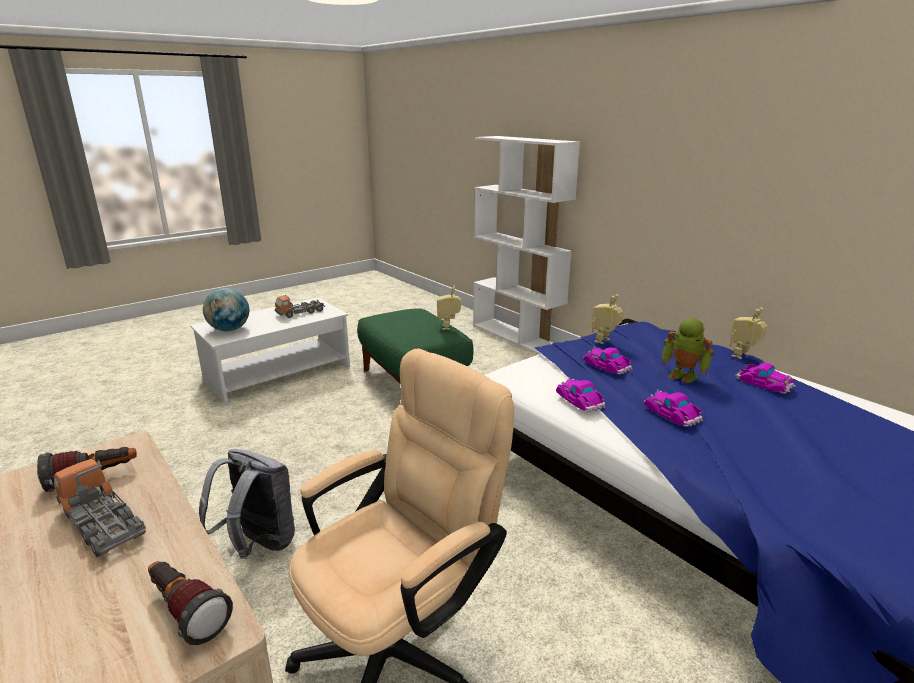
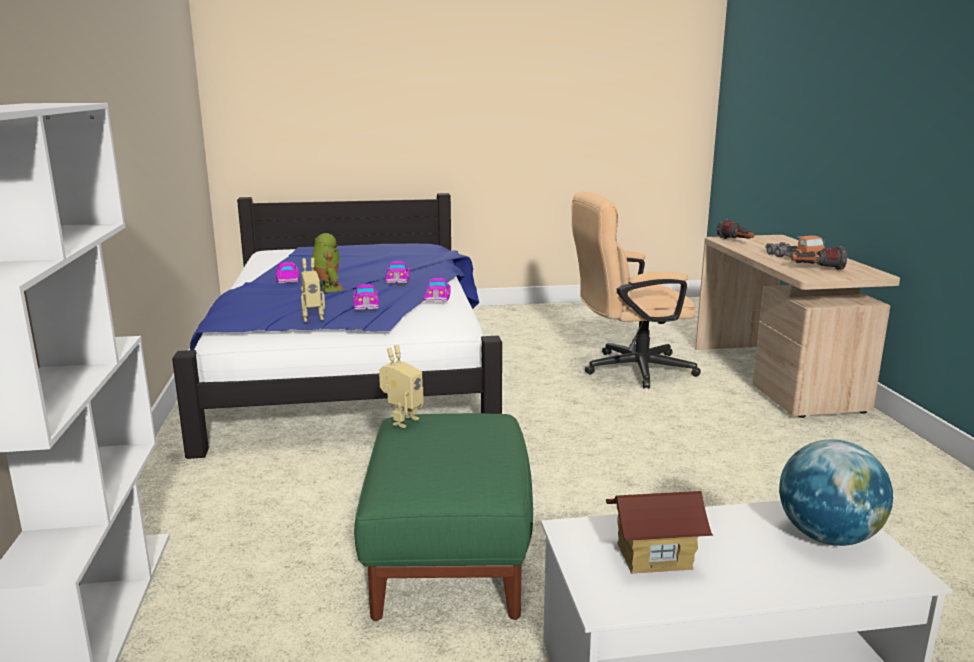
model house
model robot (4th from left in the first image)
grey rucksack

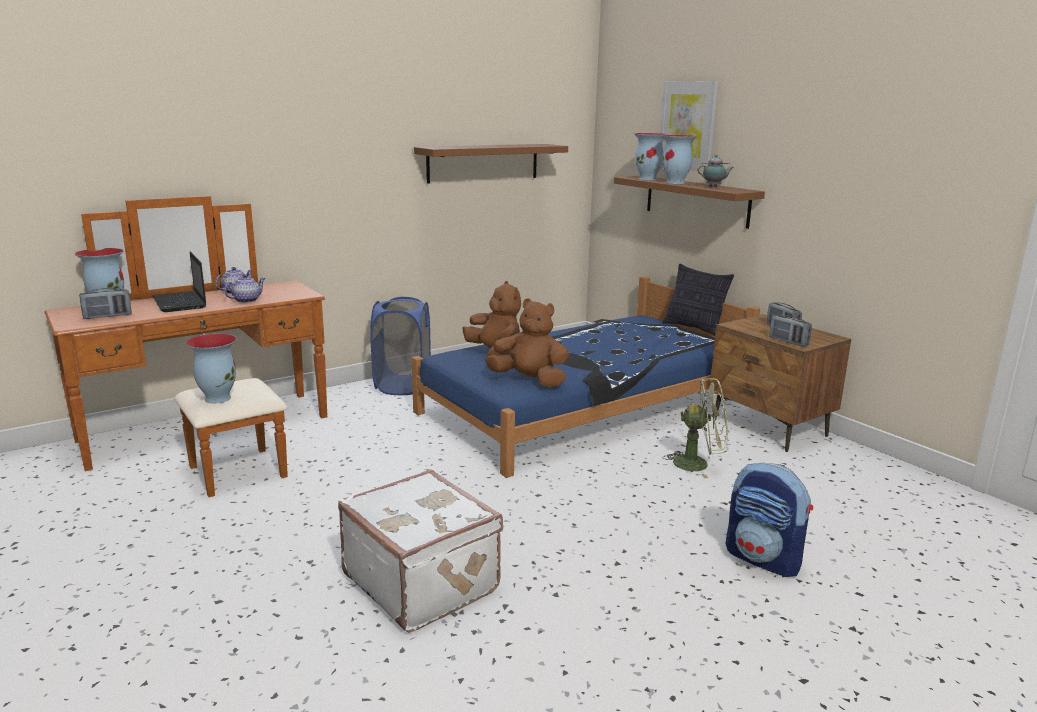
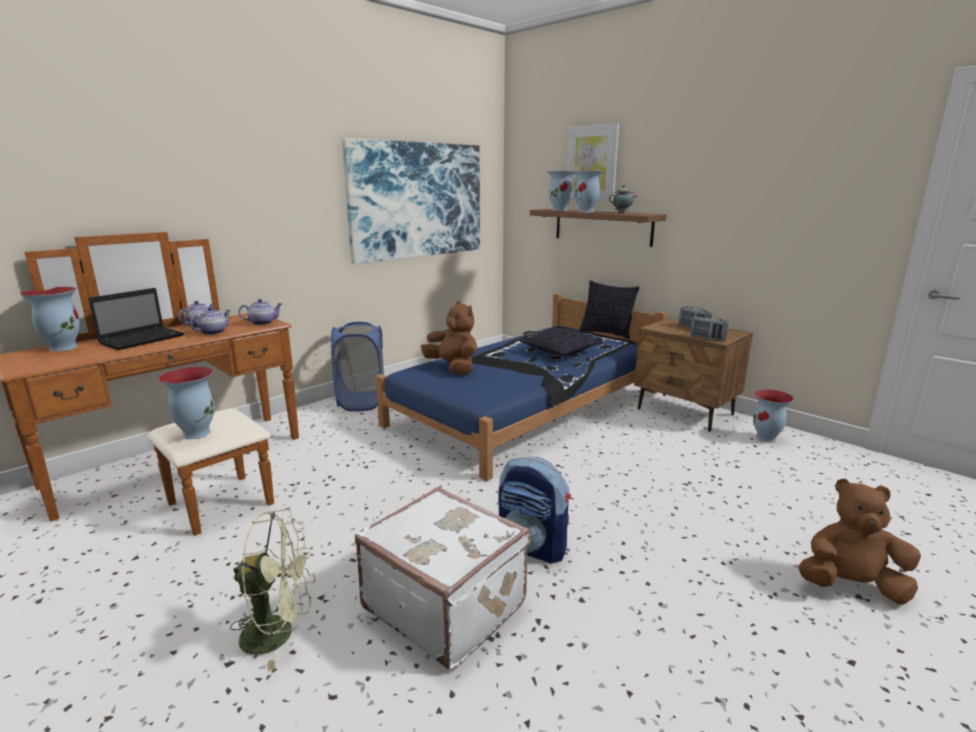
wall art (1st from left)
portable computer
radio receiver (1st from left in the first image)
brownish plush toy (2nd from left)
greenish electric fan
rucksack
tea pot (3rd from left)
pillow (1st from left)
vase (5th from left)

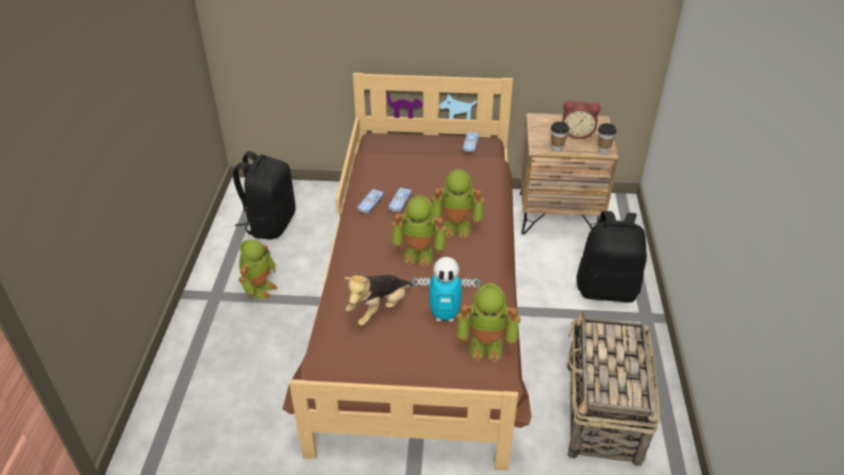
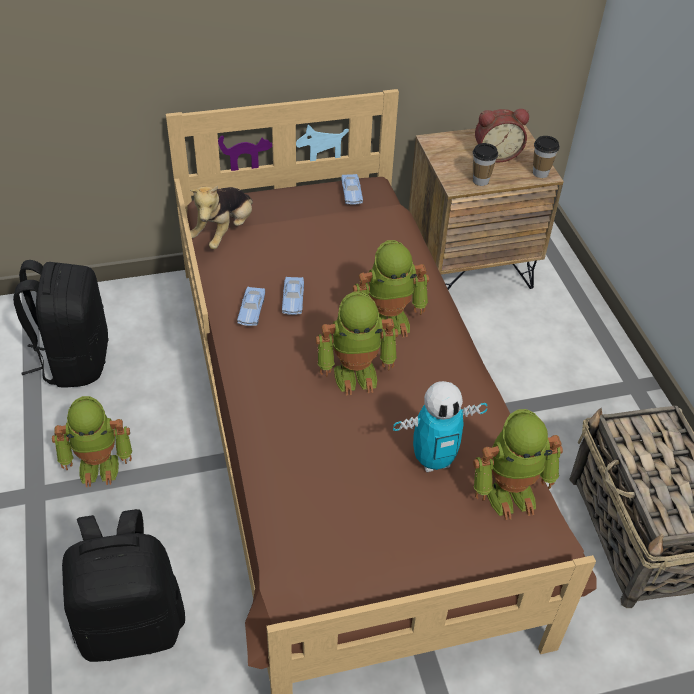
black rucksack (2nd from left)
model robot (1st from left)
plush toy

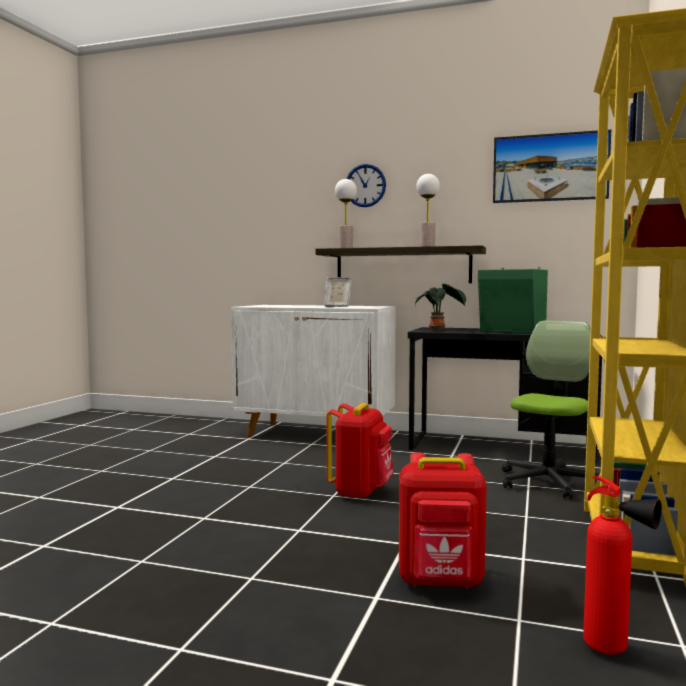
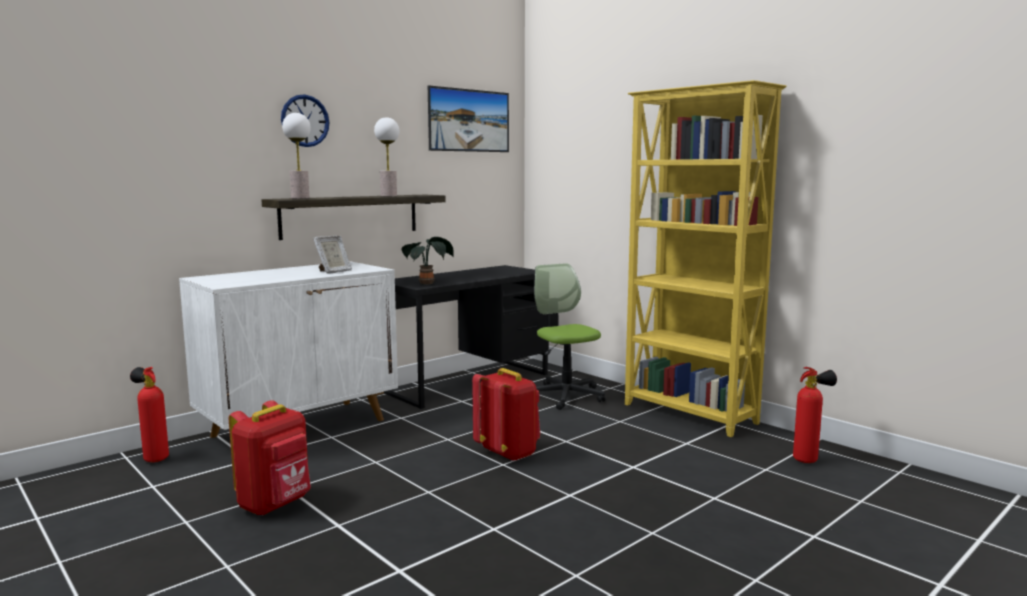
greenish speaker
red-coloured rucksack (1st from left)
extinguisher (1st from left)

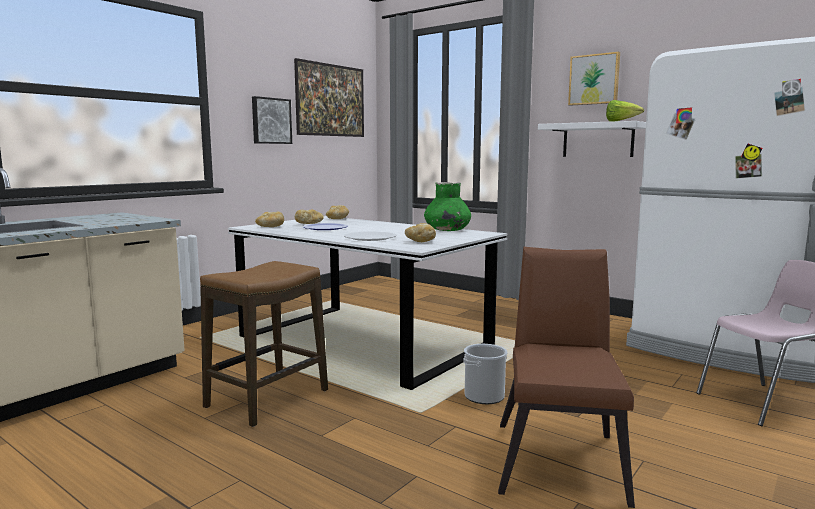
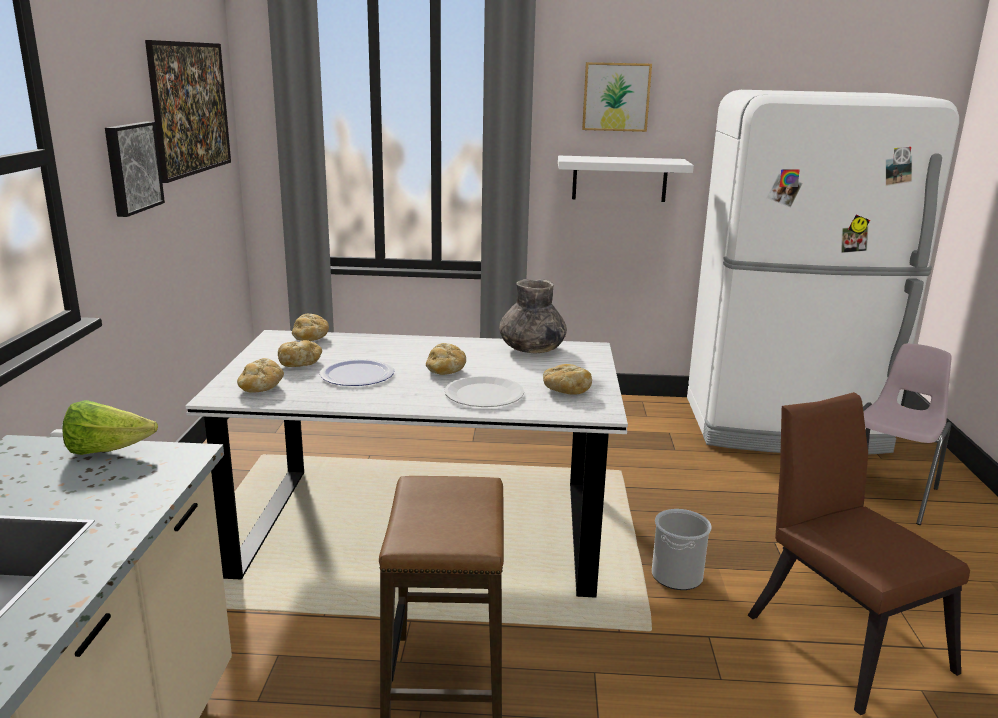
lettuce
grey vase
baked bread (4th from left)

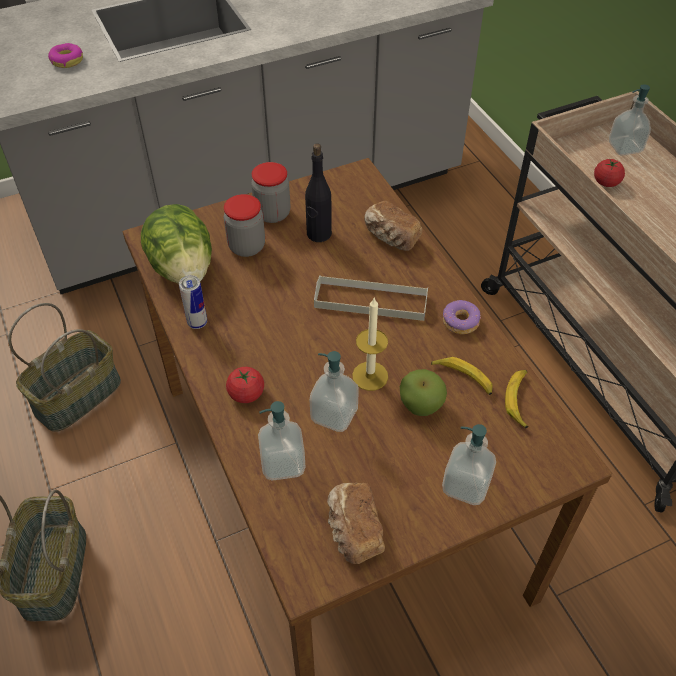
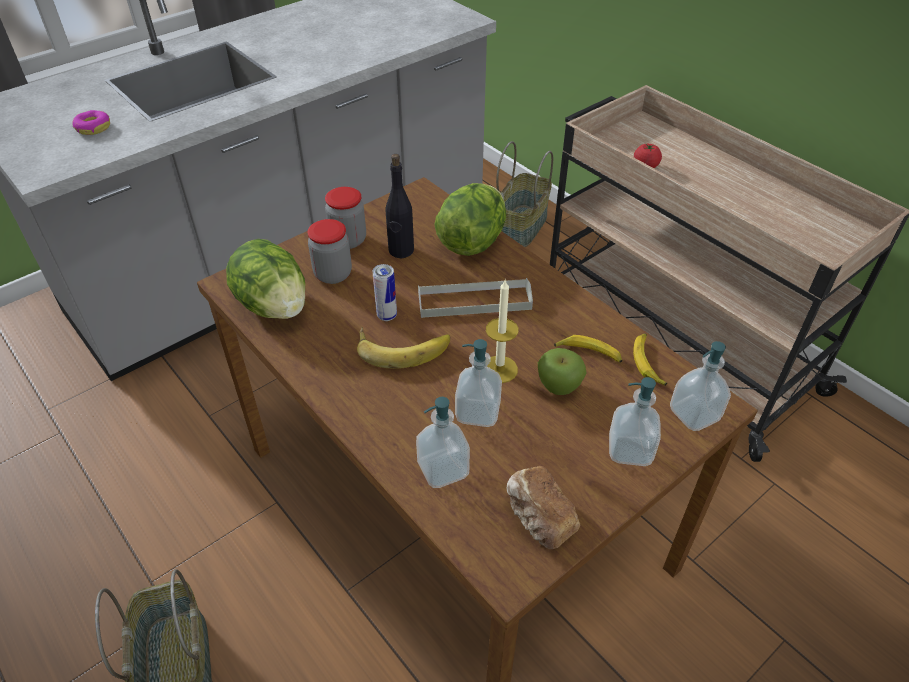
soap dispenser (4th from left)
lettuce (2nd from left)
metal can
donut (2nd from left in the first image)
household basket (2nd from left)
fresh tomato (1st from left in the first image)
whole banana (1st from left)

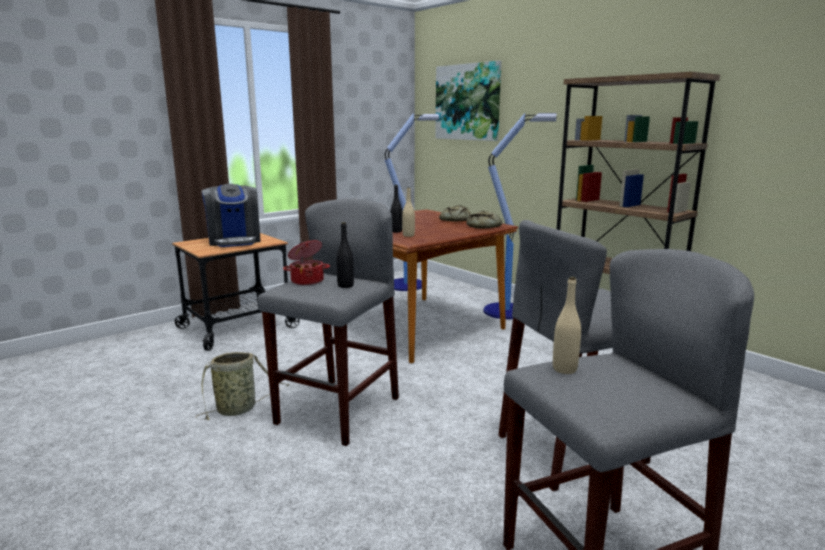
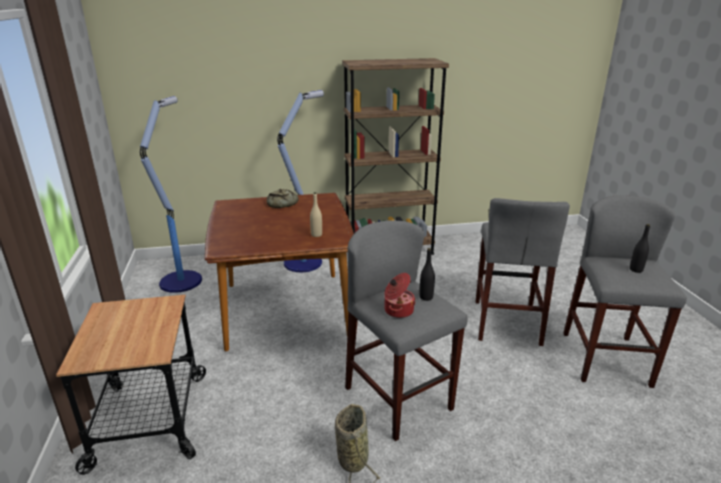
wall art
coffee machine
black drink bottle (2nd from left)
baked bread (2nd from left in the first image)
sand-coloured drink bottle (2nd from left in the first image)

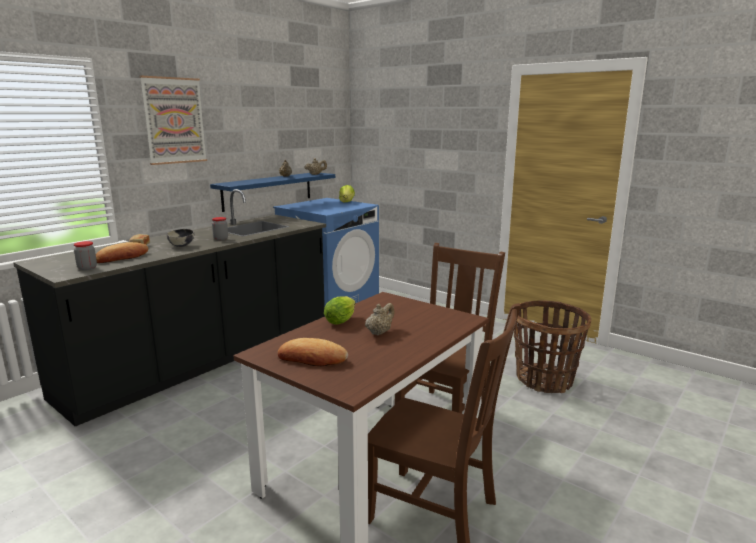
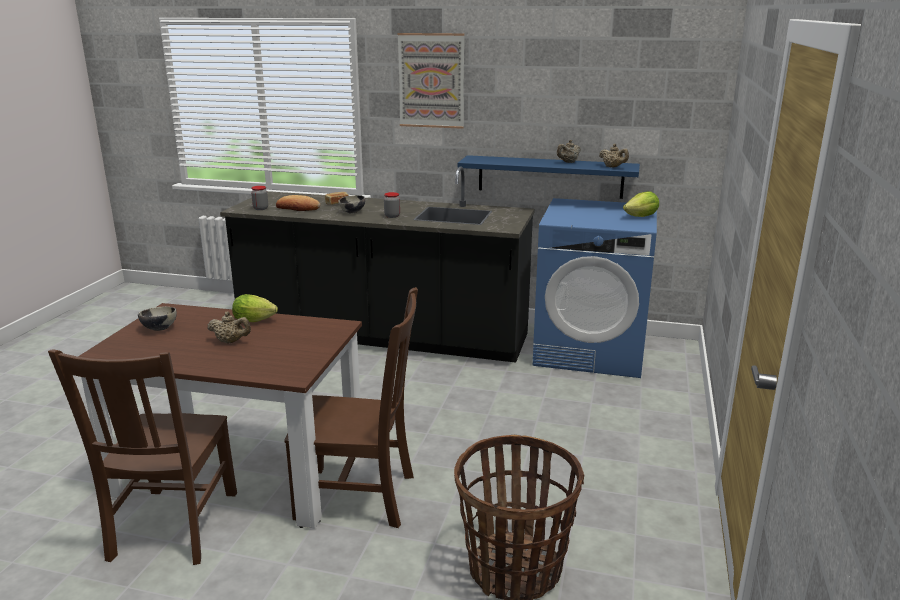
deep dish (1st from left)

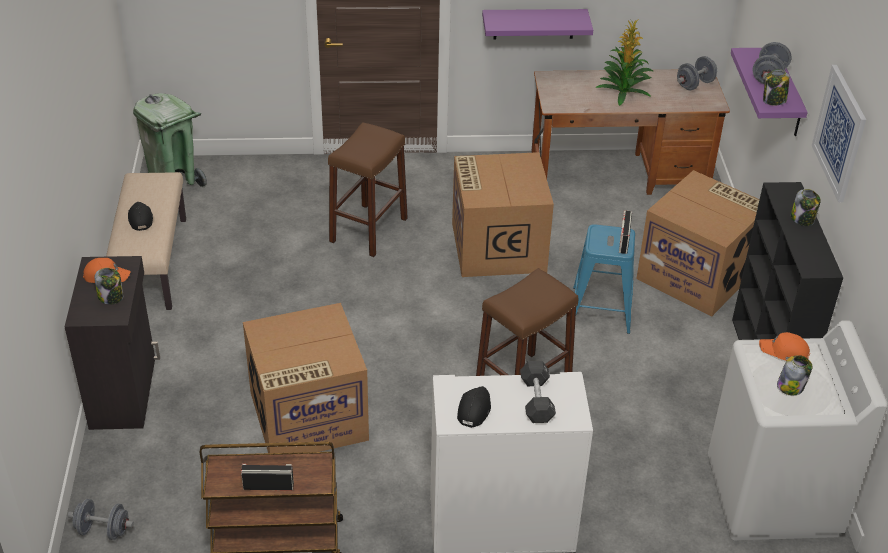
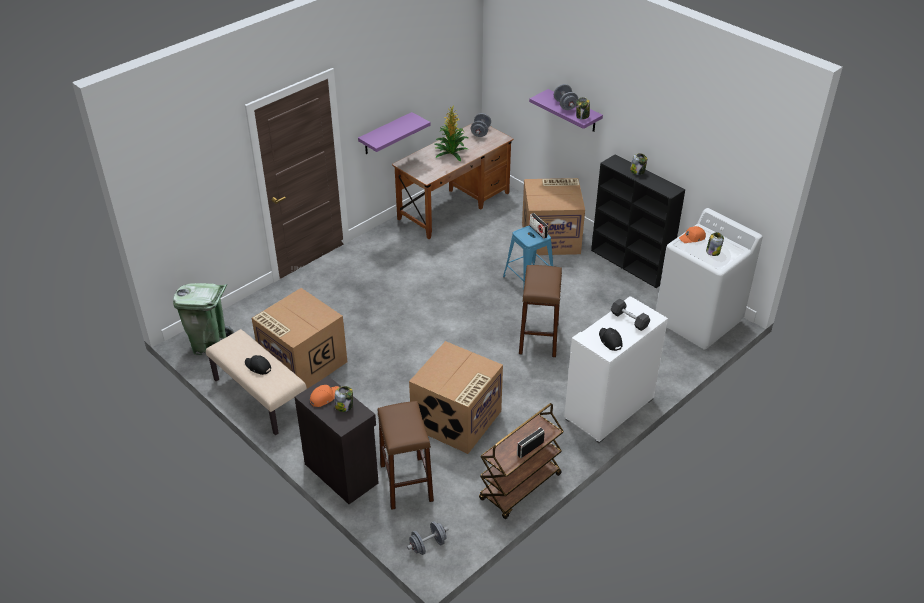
wall art
brownish sitting stool (1st from left)
carton (1st from left)

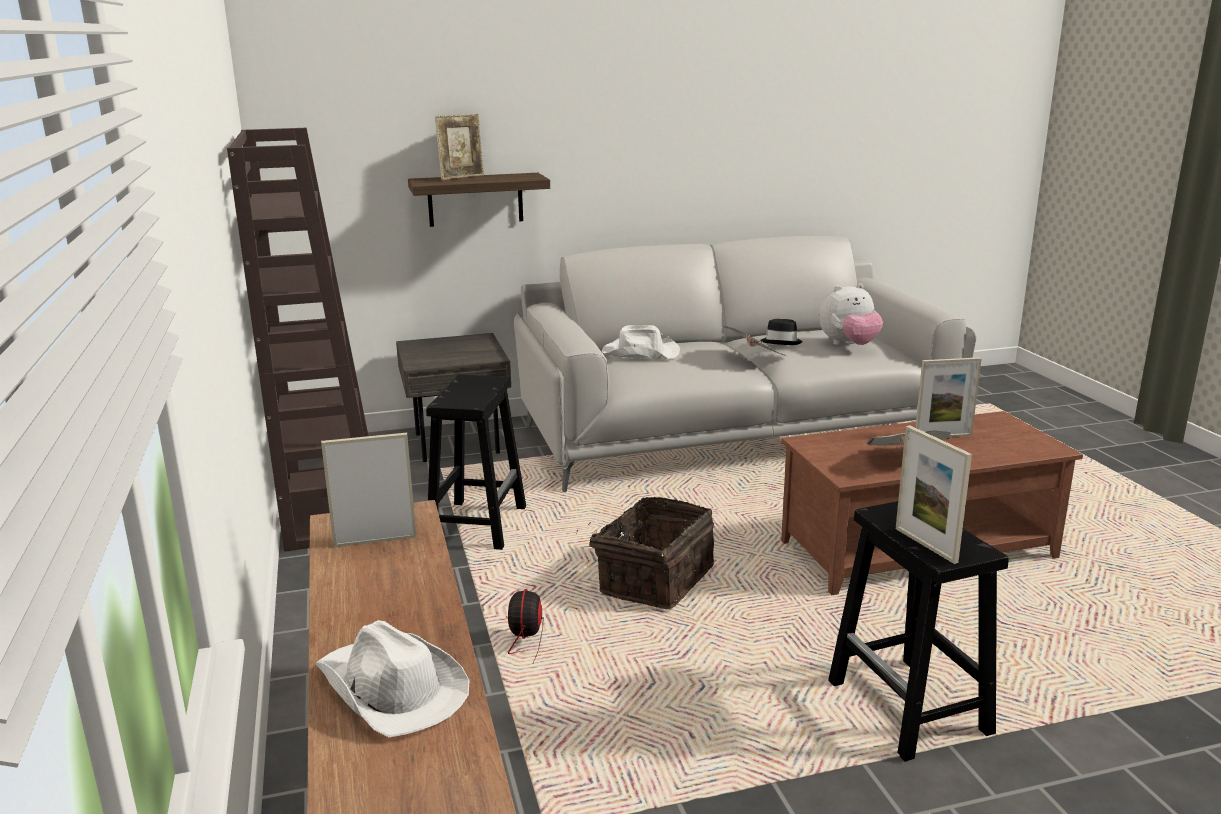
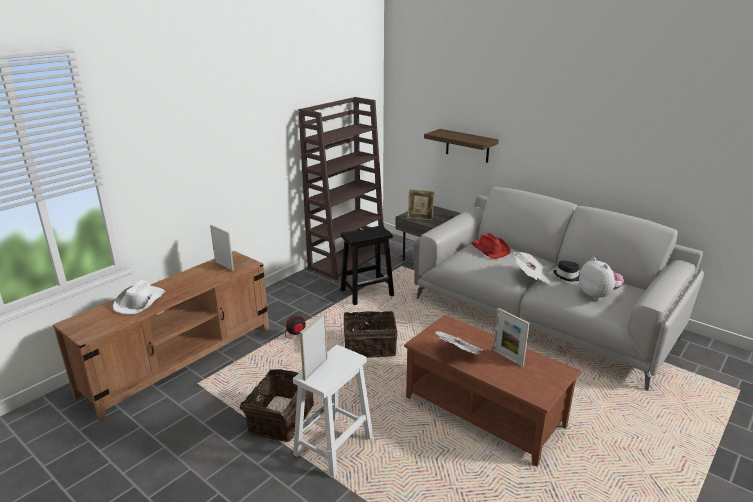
picture frame (3rd from left)
plush toy
red-coloured hat
white sitting stool
household basket (1st from left)

